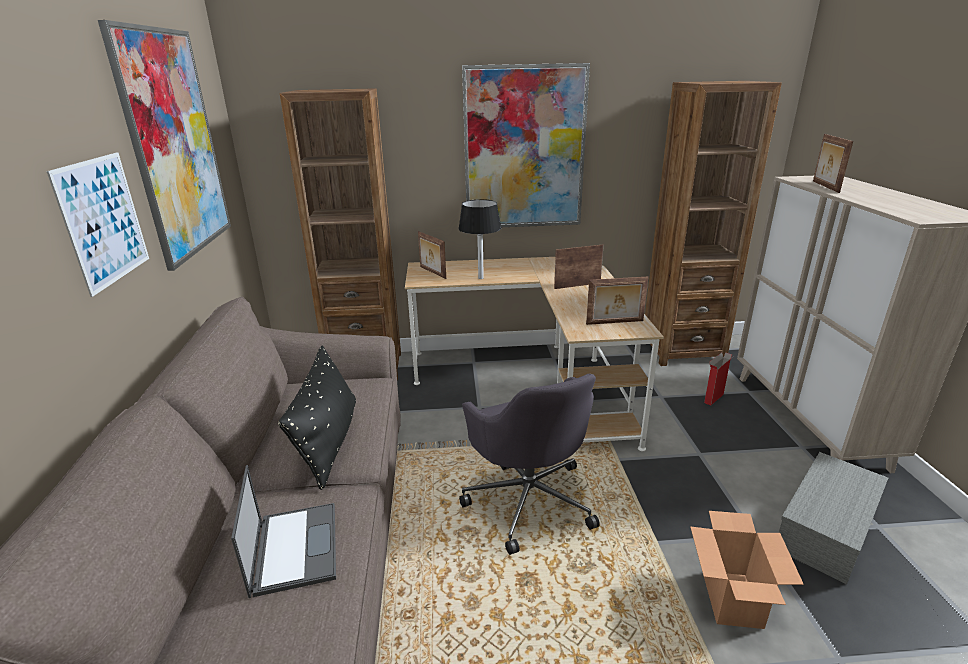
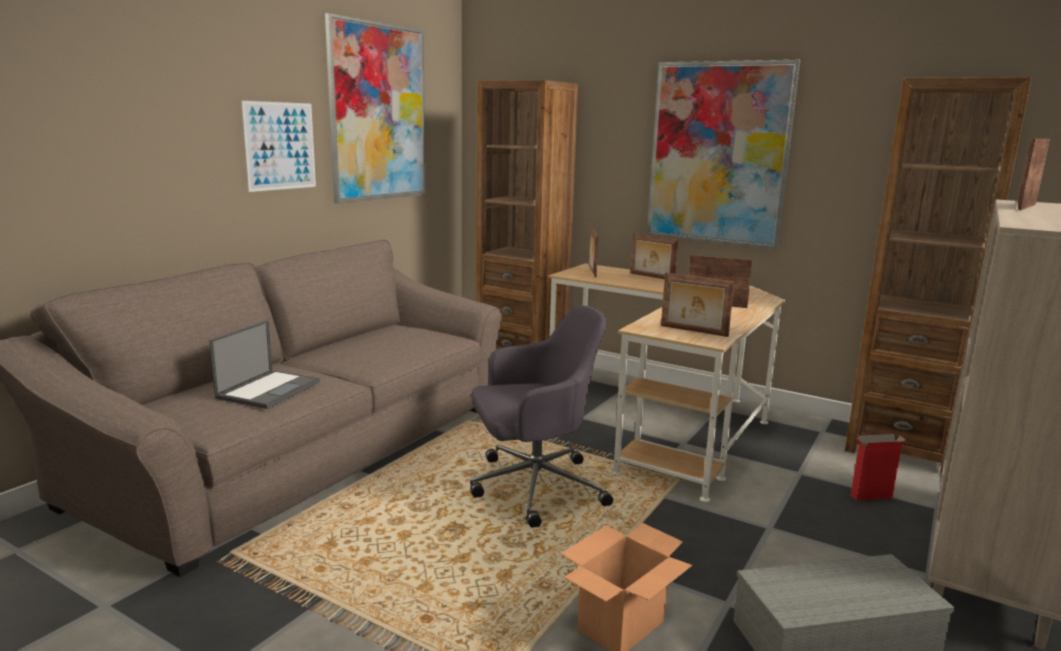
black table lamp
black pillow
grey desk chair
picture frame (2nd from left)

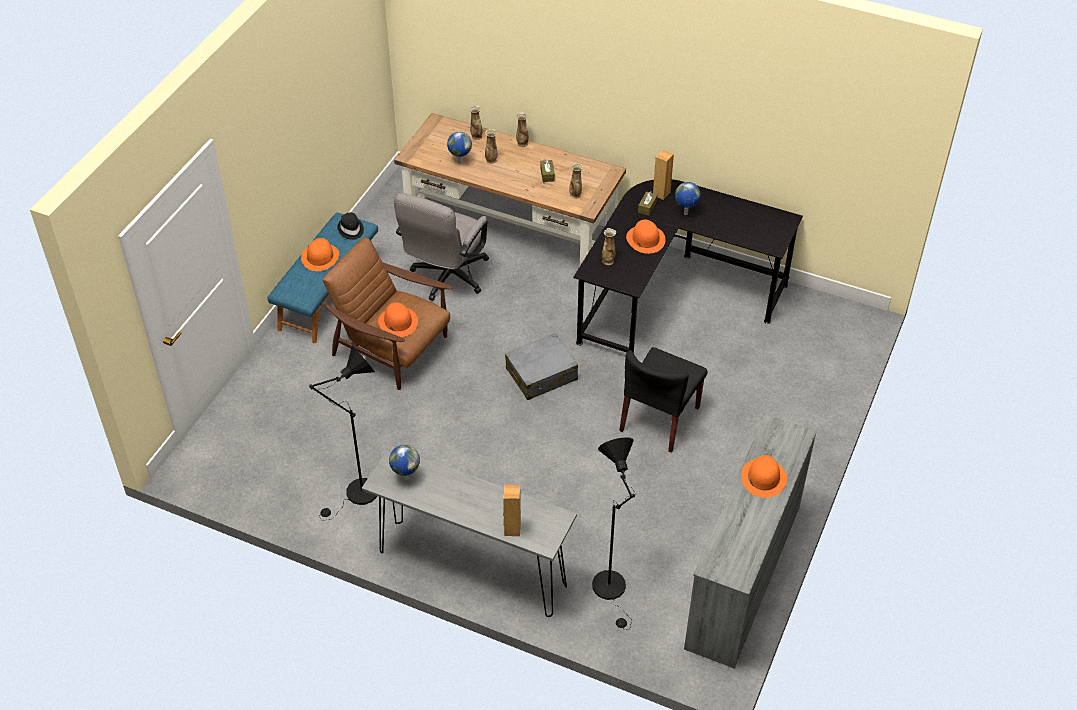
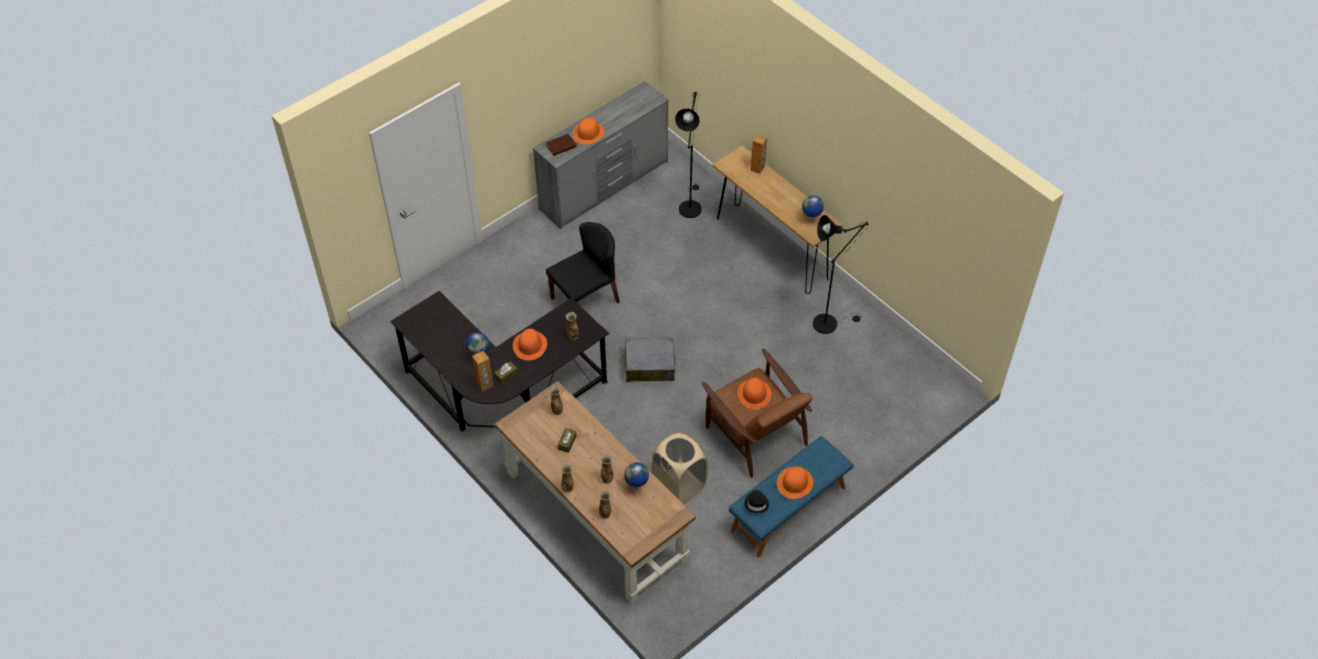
sand-coloured hamper
brownish narrow table
brownish book

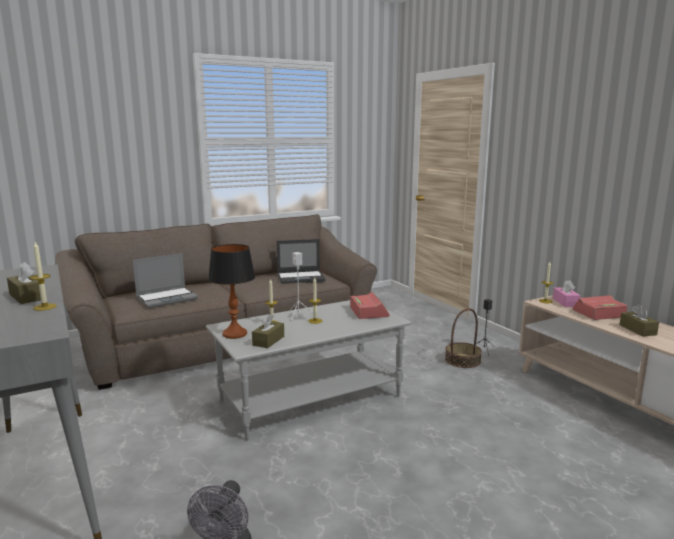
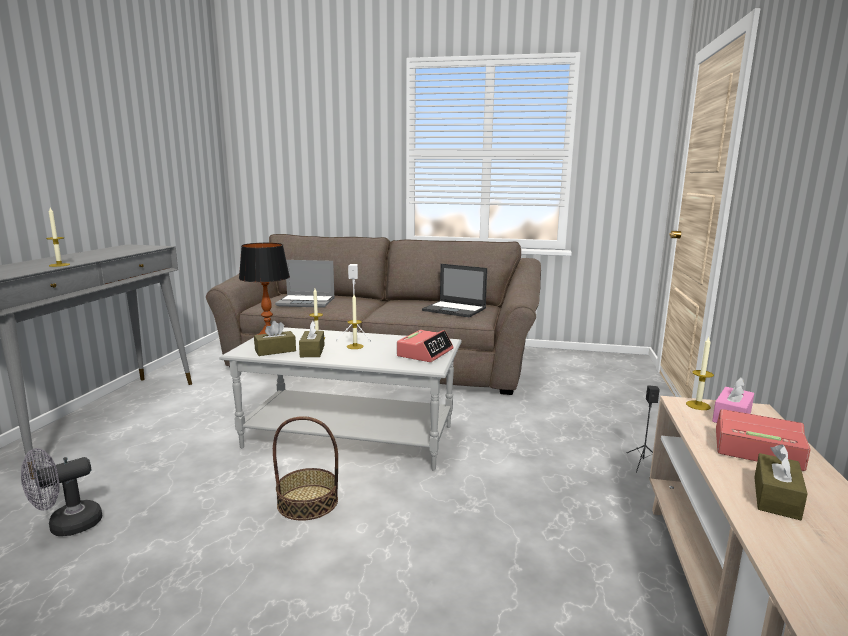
brownish tissue box (2nd from left)
household basket

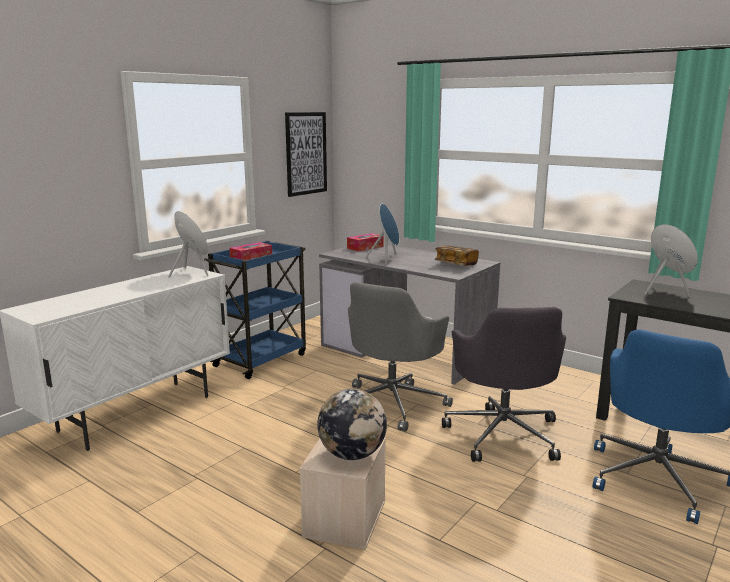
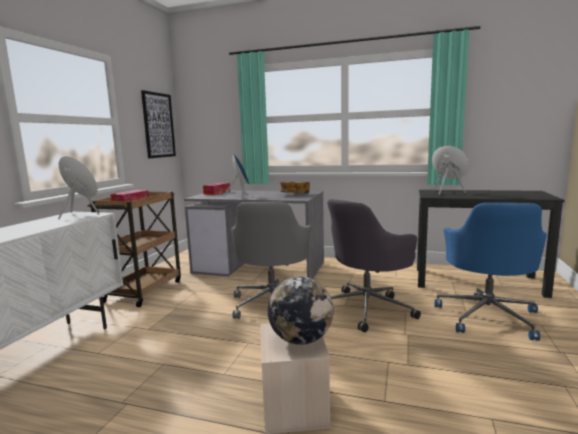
brownish trolley
grey desk chair (2nd from left)

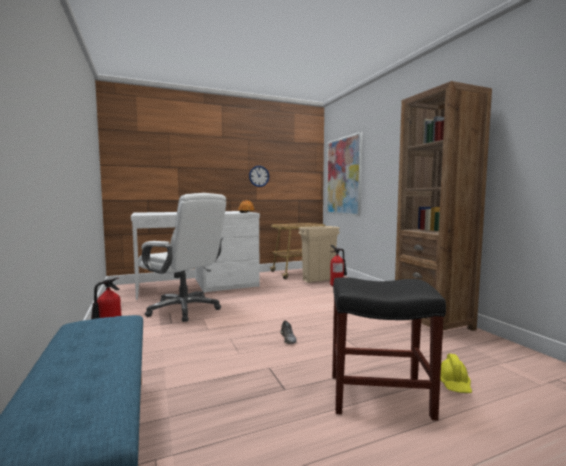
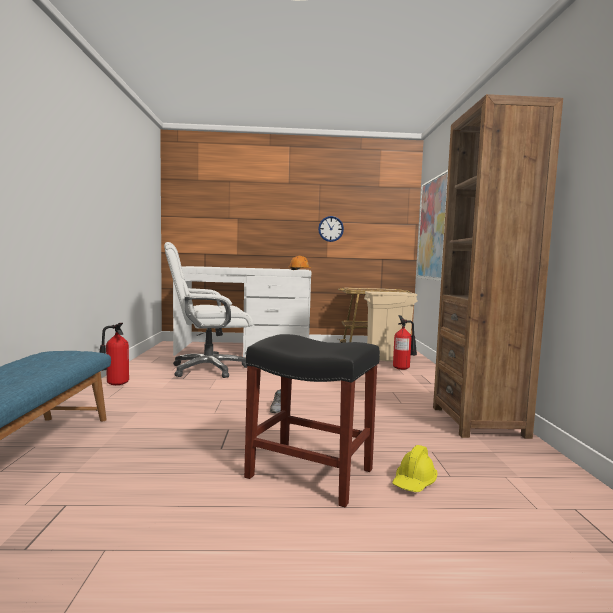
white desk chair

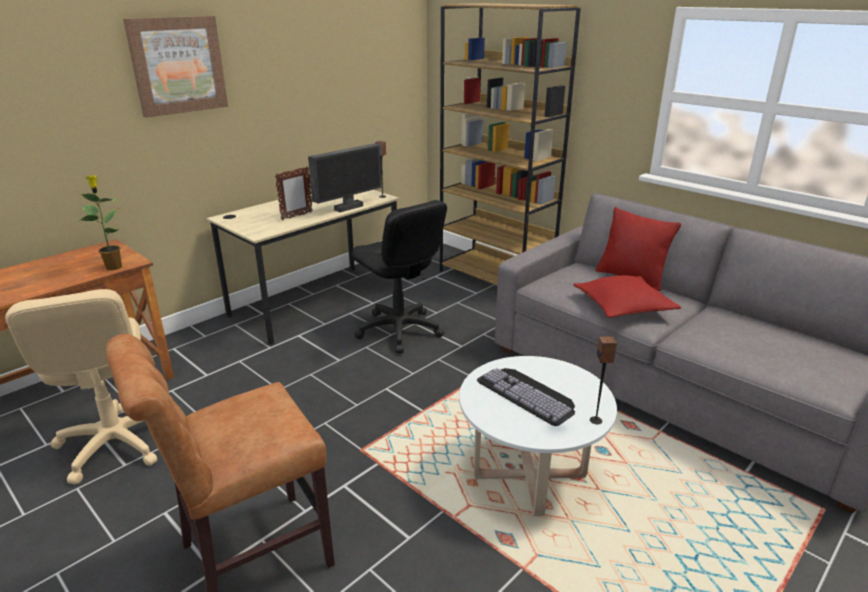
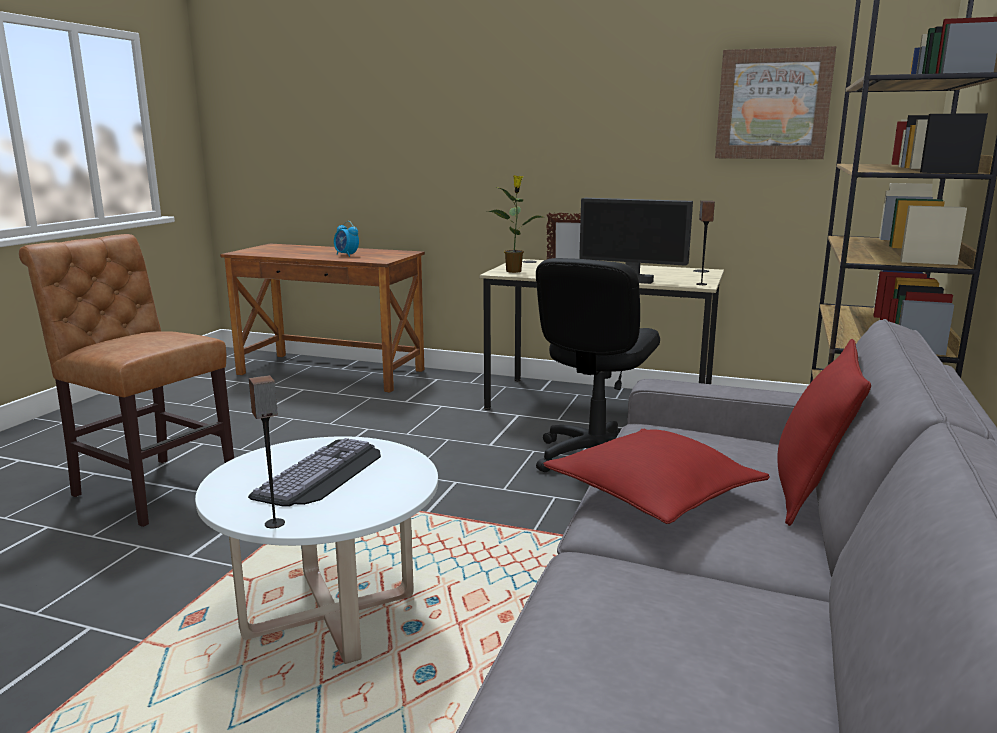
wall art
houseplant
sand-coloured desk chair
alarm clock

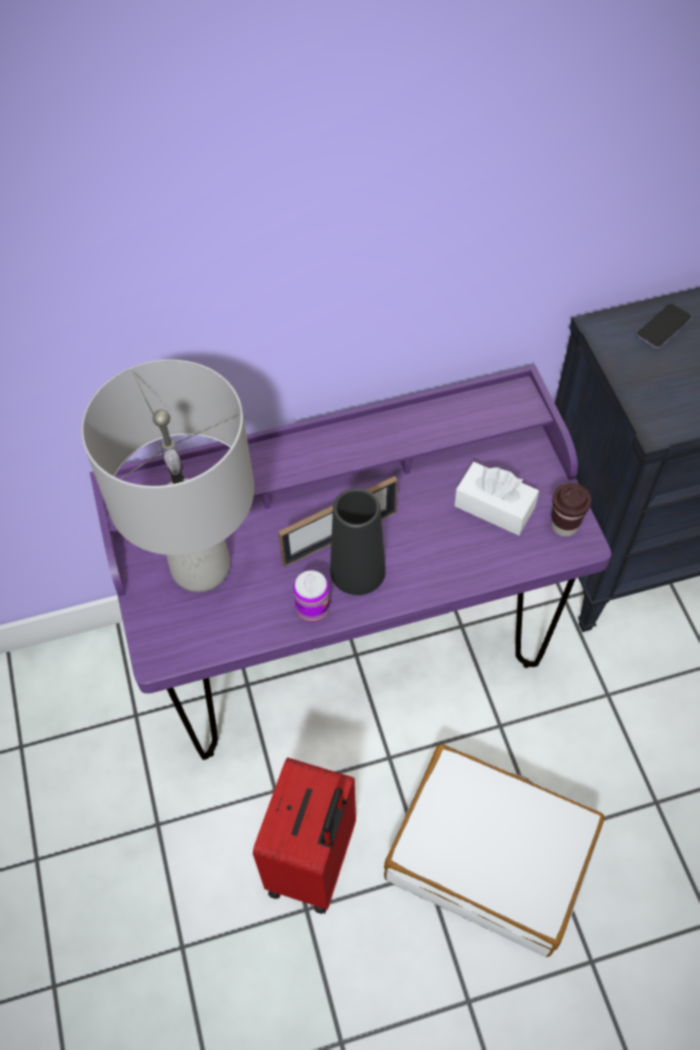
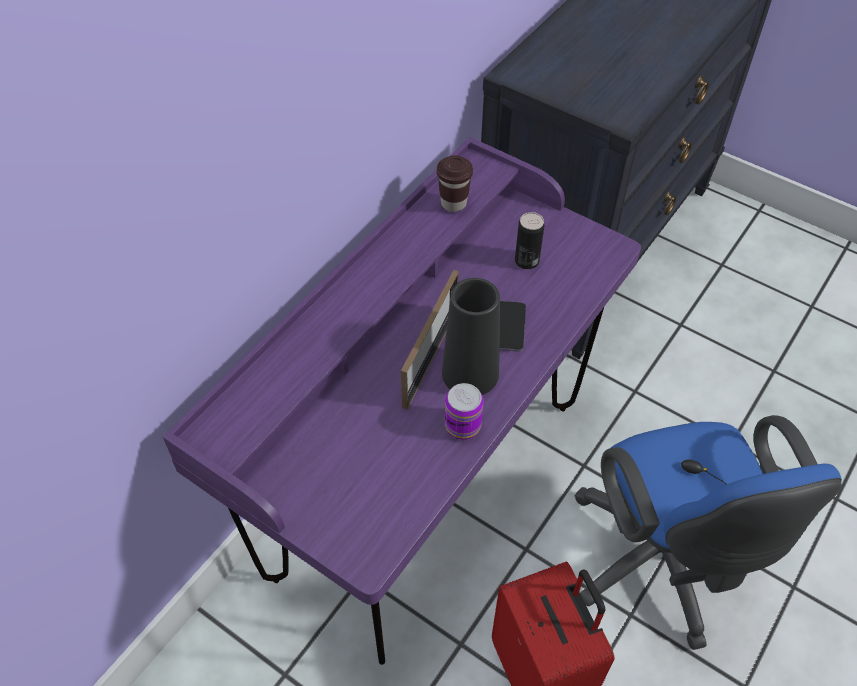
handset
grey table lamp
metal can (2nd from left)
brownish cup
blue desk chair

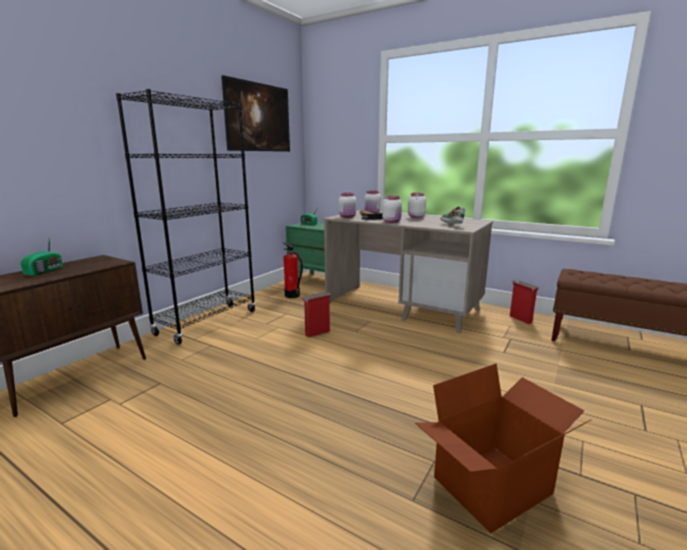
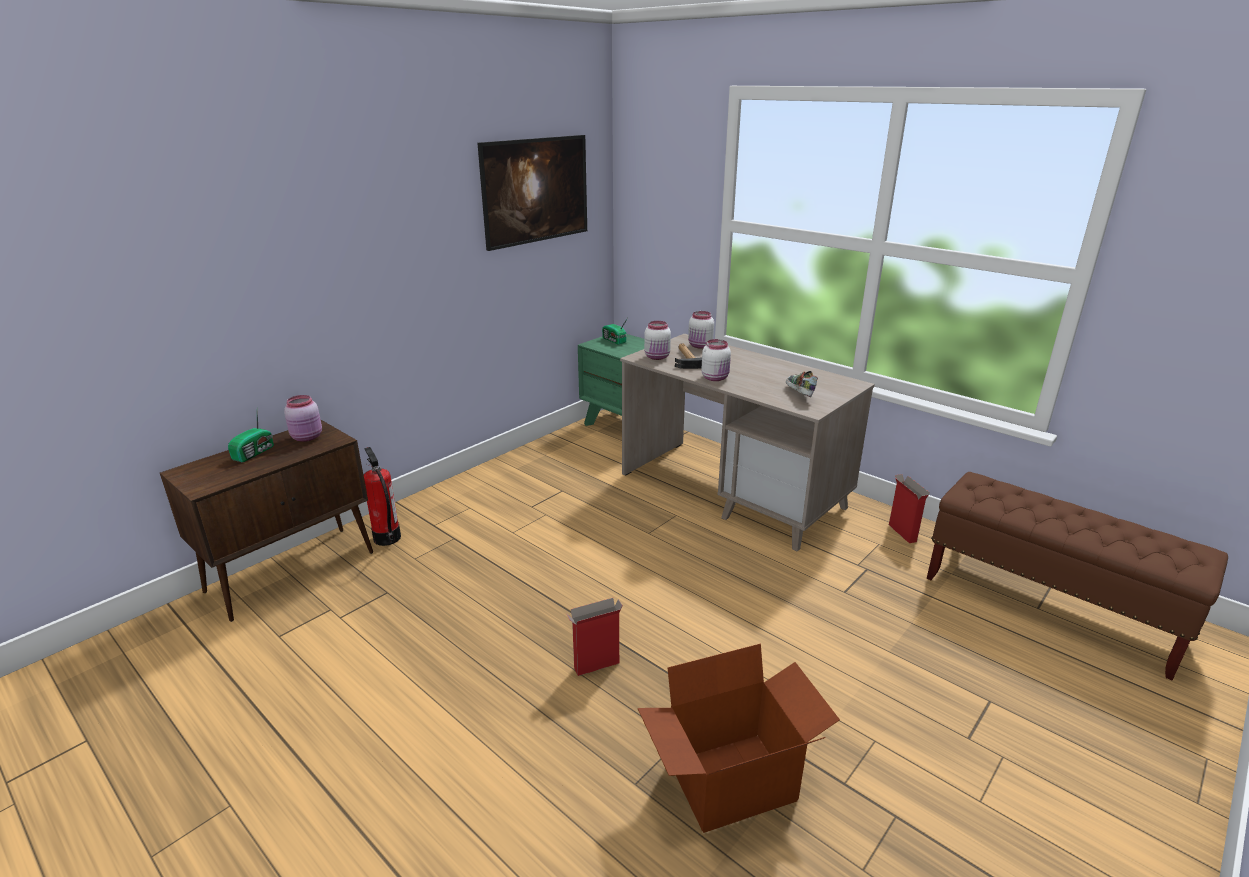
black bookcase
white storage jar (4th from left in the first image)
extinguisher
carton (1st from left)
pink-coloured storage jar

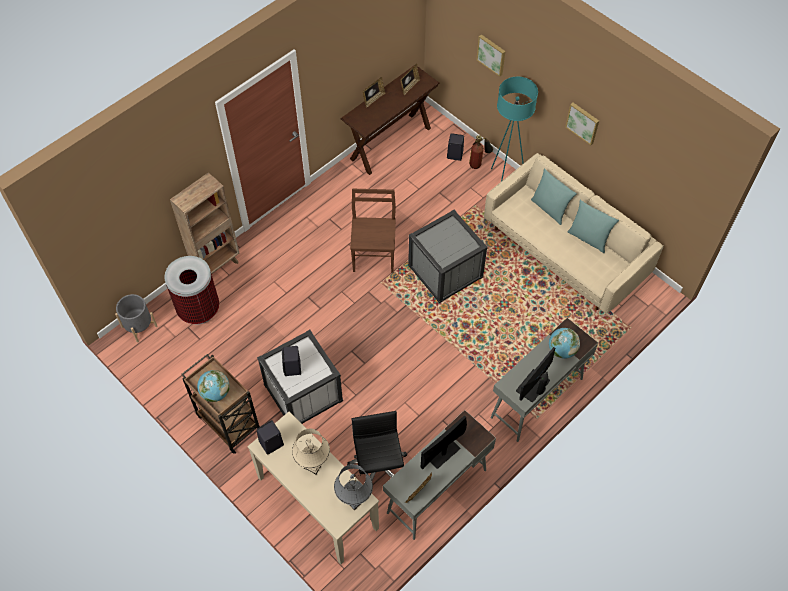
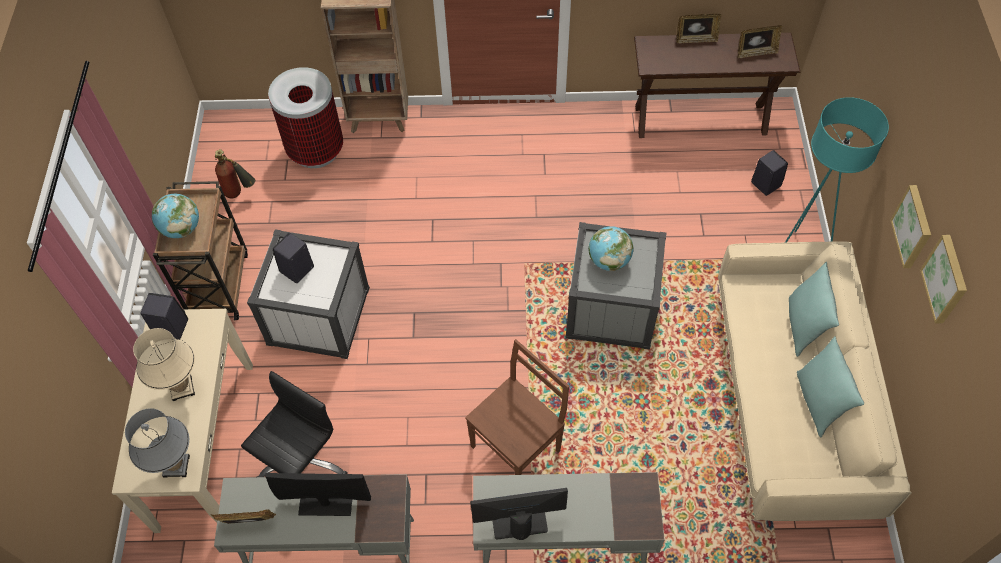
wall art (2nd from left)
extinguisher
brownish upright chair
grey flower pot
globe (2nd from left)

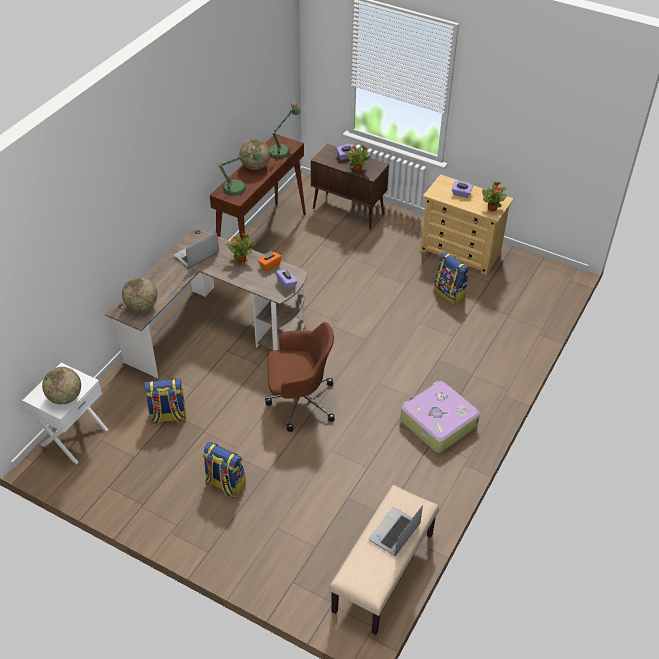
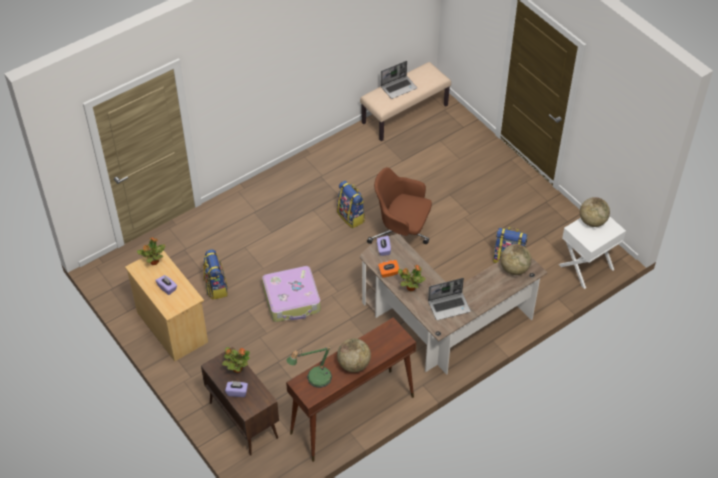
table lamp (1st from left in the first image)
piece of luggage
rucksack (2nd from left)

